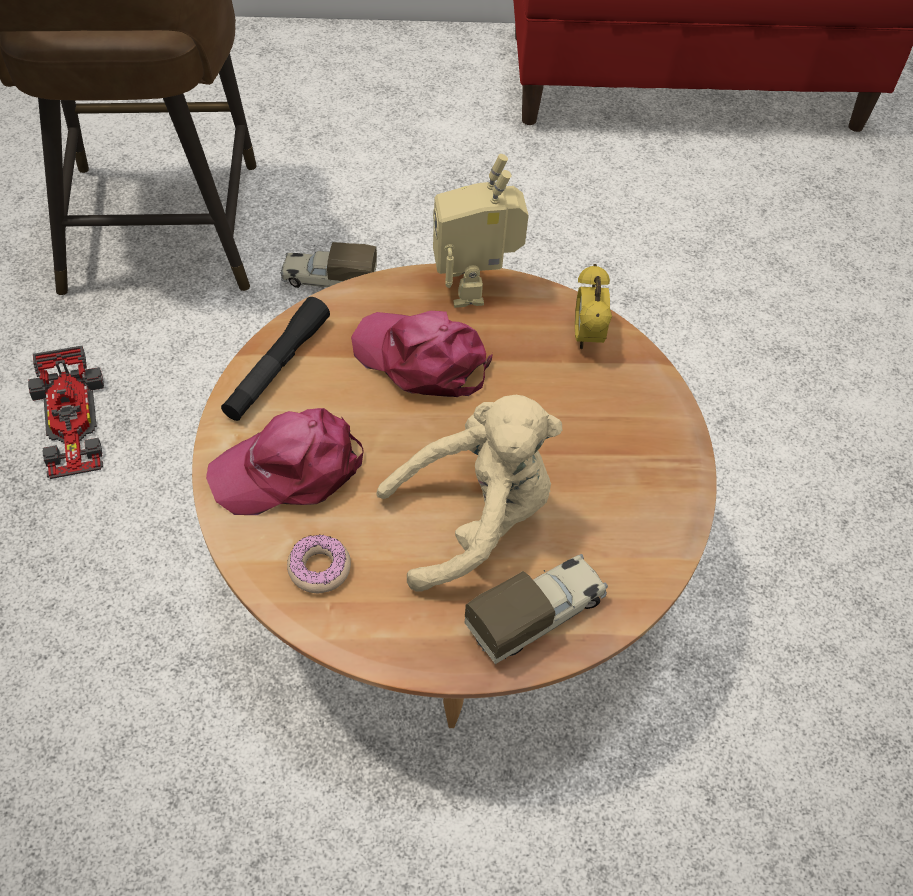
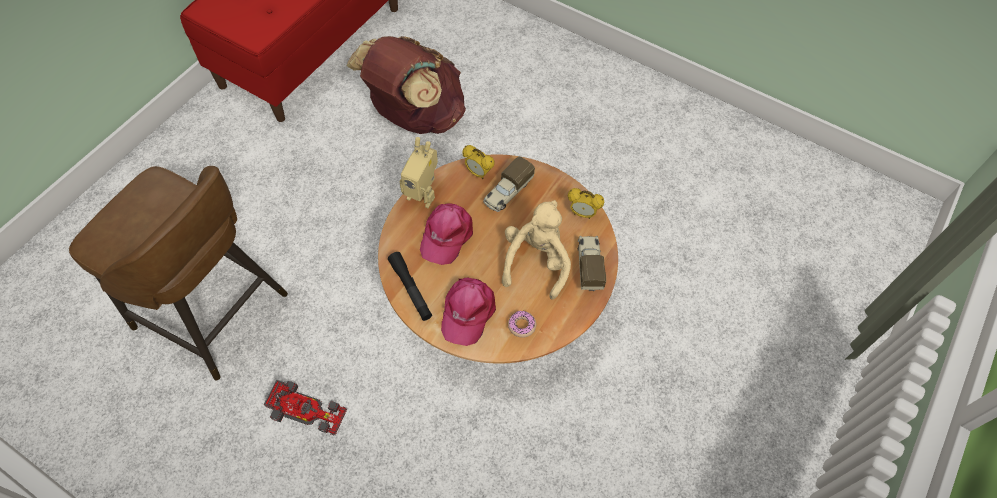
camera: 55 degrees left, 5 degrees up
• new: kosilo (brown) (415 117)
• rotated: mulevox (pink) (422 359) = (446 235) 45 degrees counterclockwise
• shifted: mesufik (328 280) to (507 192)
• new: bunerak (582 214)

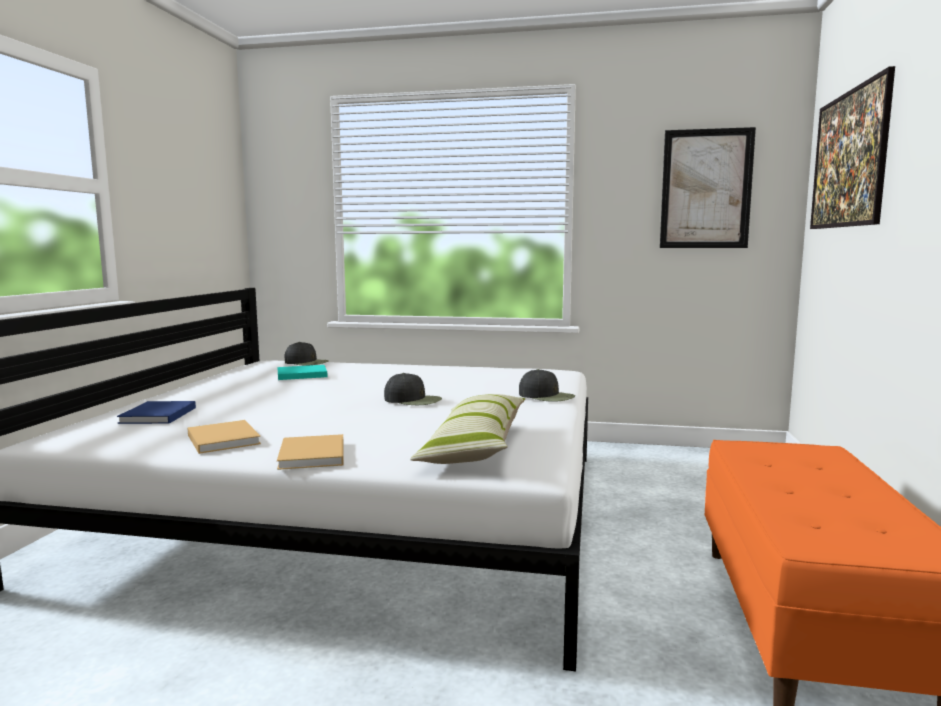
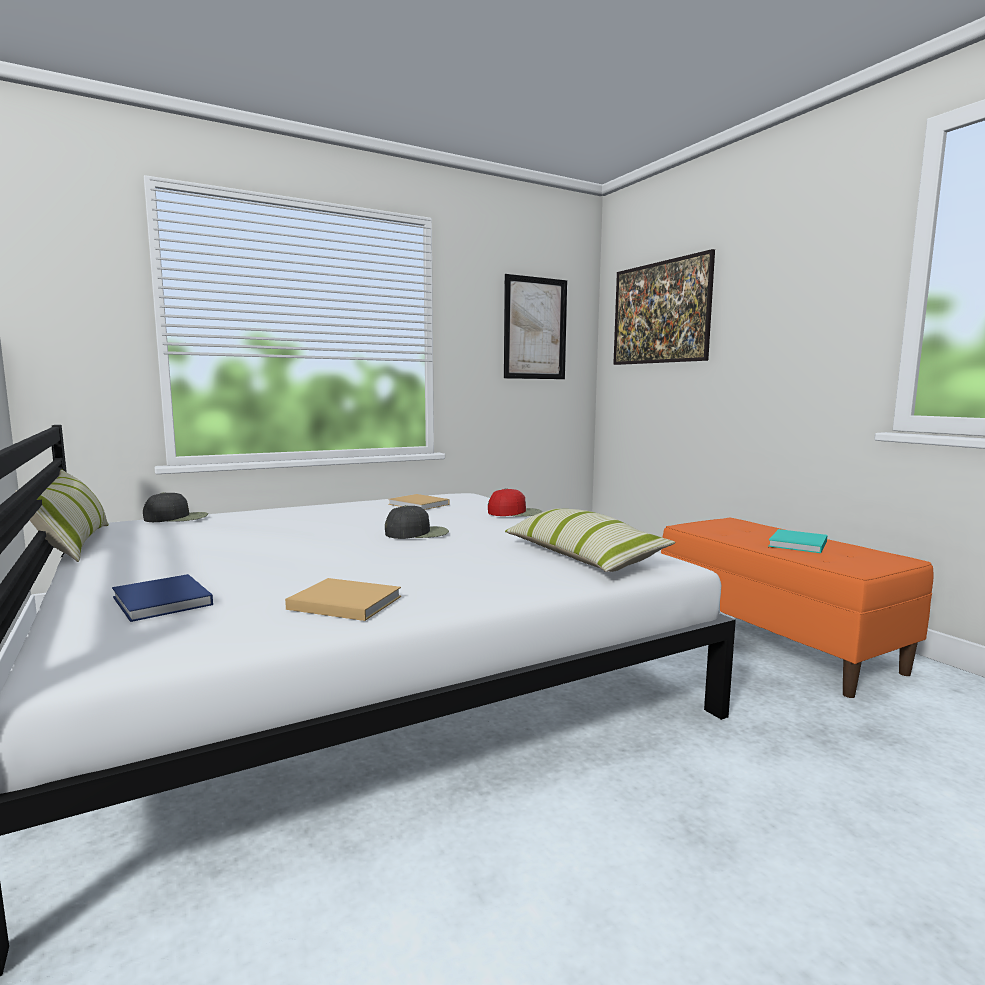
camera: 40 degrees left, 0 degrees up
• new: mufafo (74 543)
• shifted: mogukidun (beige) (312 456) to (420 504)
• repainted: mulevox (black) (547 396) to mulevox (red) (515 513)
• shifted: mogukidun (turquoise) (300 375) to (797 544)

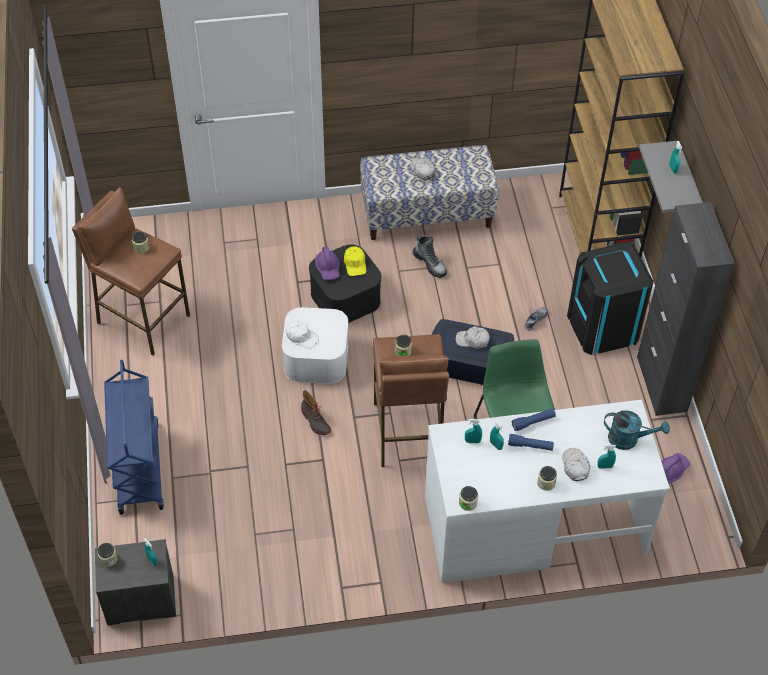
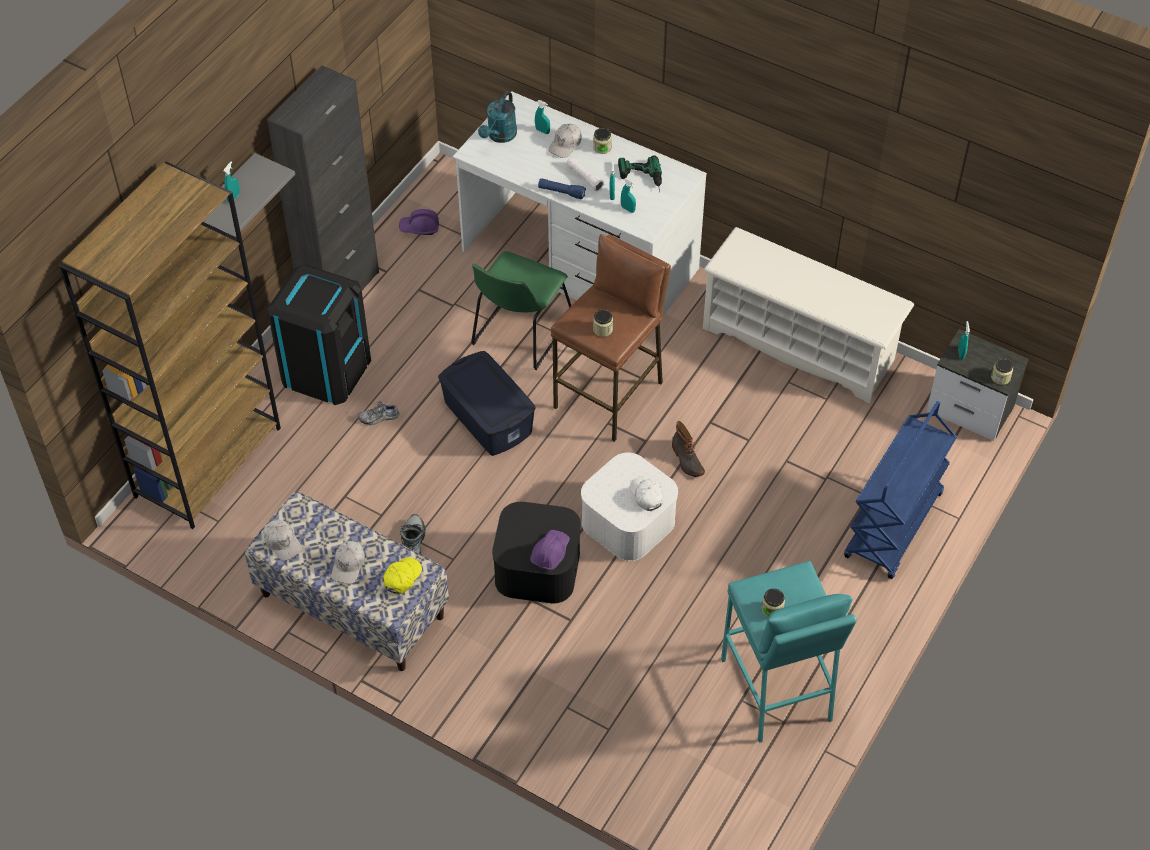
camera: 140 degrees left, 0 degrees up
• shifted: mulevox (white) (472 340) to (282 542)
• shifted: mulevox (yellow) (355 264) to (402 577)
• rotated: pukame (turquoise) (629 439) = (500 136) 120 degrees counterclockwise
• repainted: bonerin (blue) (530 446) to bonerin (white) (584 178)
• new: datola (641 179)
• rotated: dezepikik (315 421) = (686 460) 150 degrees clockwise
• new: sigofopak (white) (800 344)
• repainted: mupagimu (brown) (143 319) to mupagimu (turquoise) (776 690)
• gone: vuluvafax (468 503)

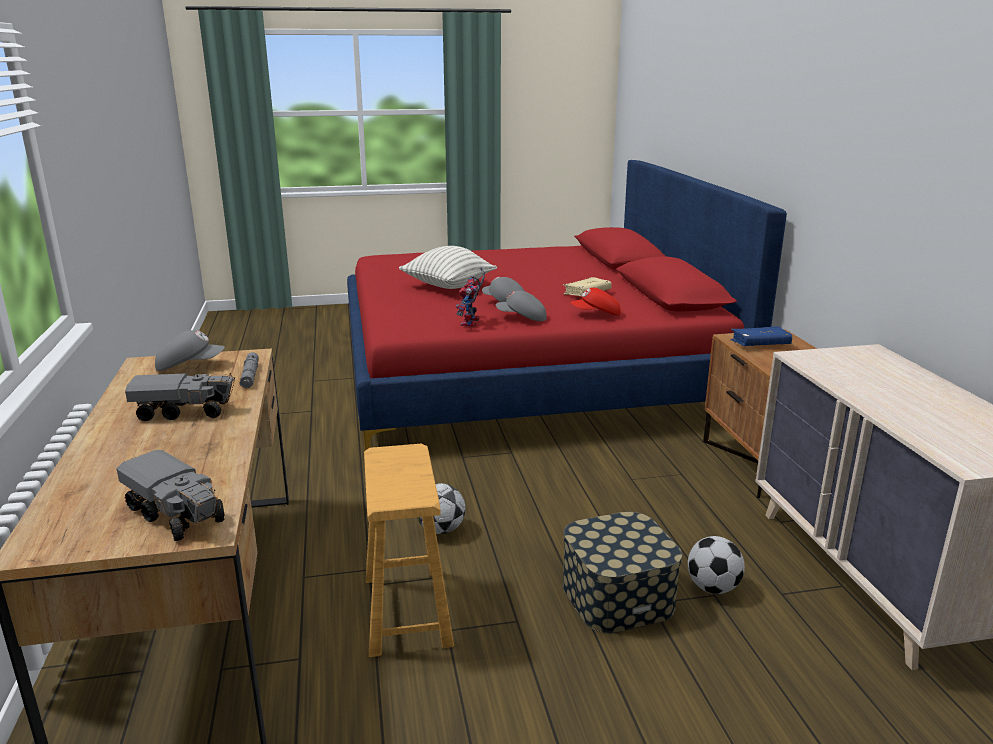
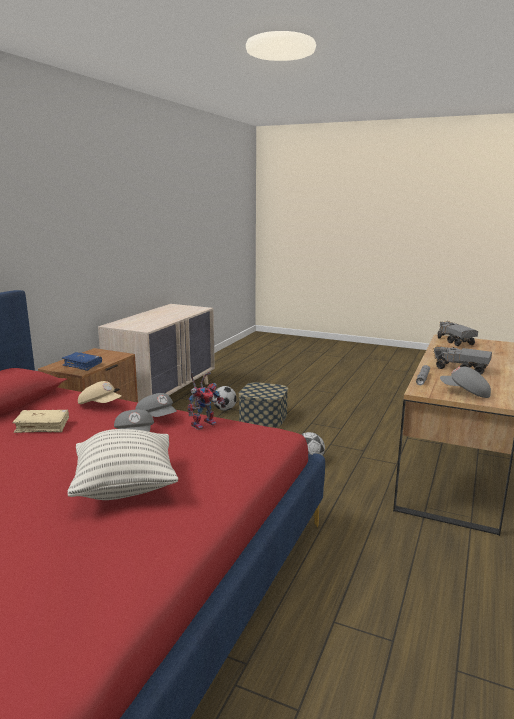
camera: 145 degrees left, 5 degrees down
• repainted: mulevox (red) (596 314) to mulevox (beige) (100 405)
• gone: mupagimu (brown) (407 611)

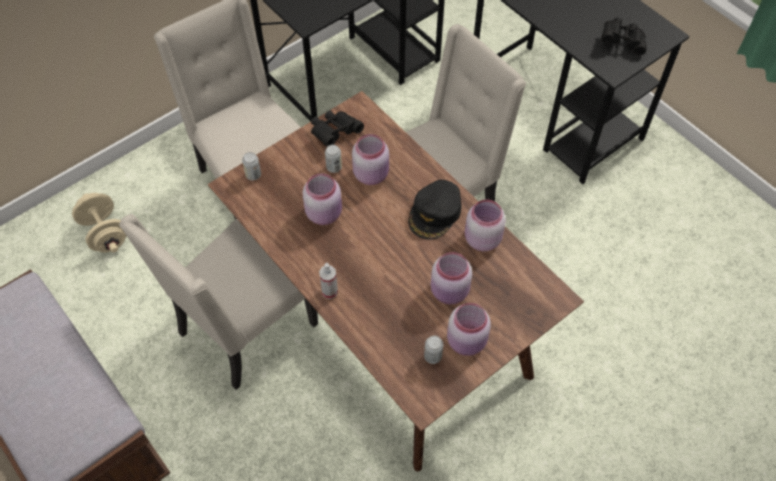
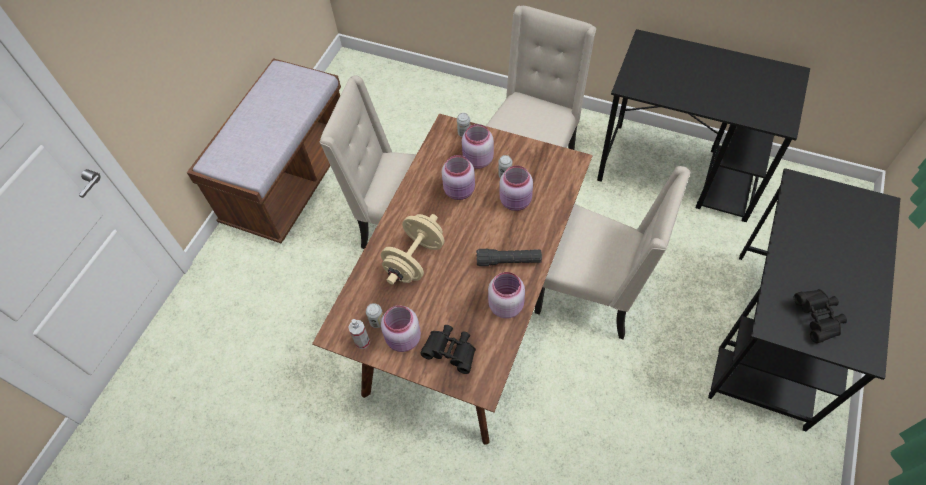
camera: 65 degrees right, 0 degrees up
• shifted: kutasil (329 291) to (362 342)
• shifted: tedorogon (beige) (105 233) to (415 260)
• shifted: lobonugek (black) (335 133) to (451 352)
• shifted: vuluvafax (pink) (450 292) to (477 160)
• swapped: mulevox (black) (435 213) to bonerin (black) (508 261)

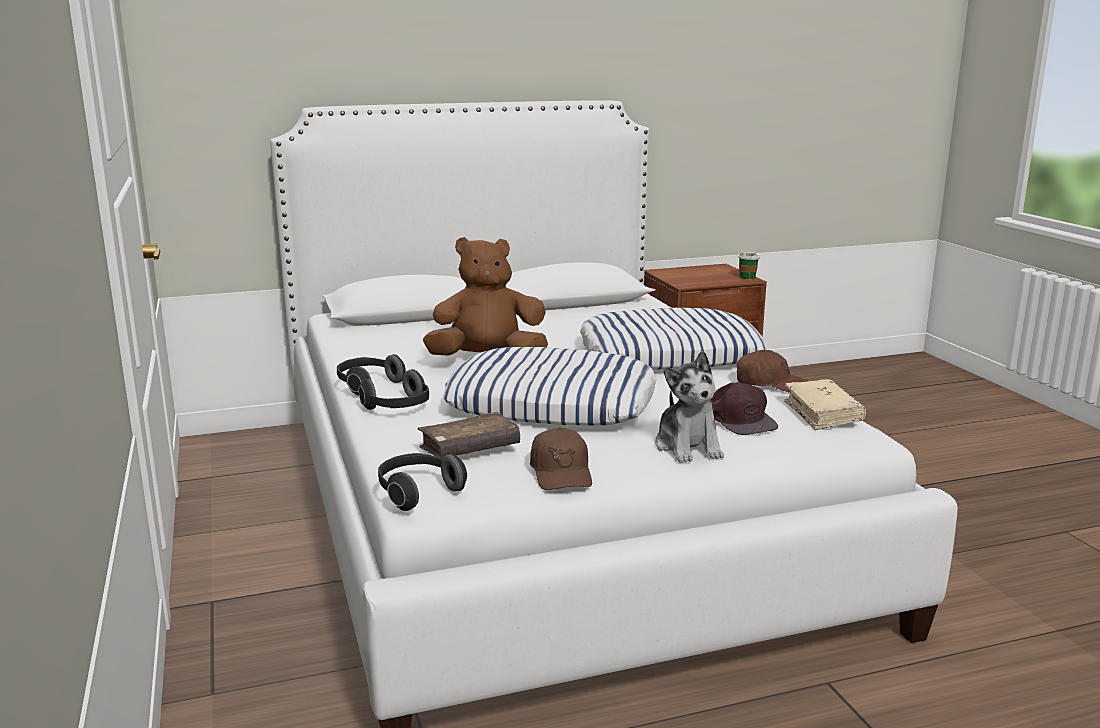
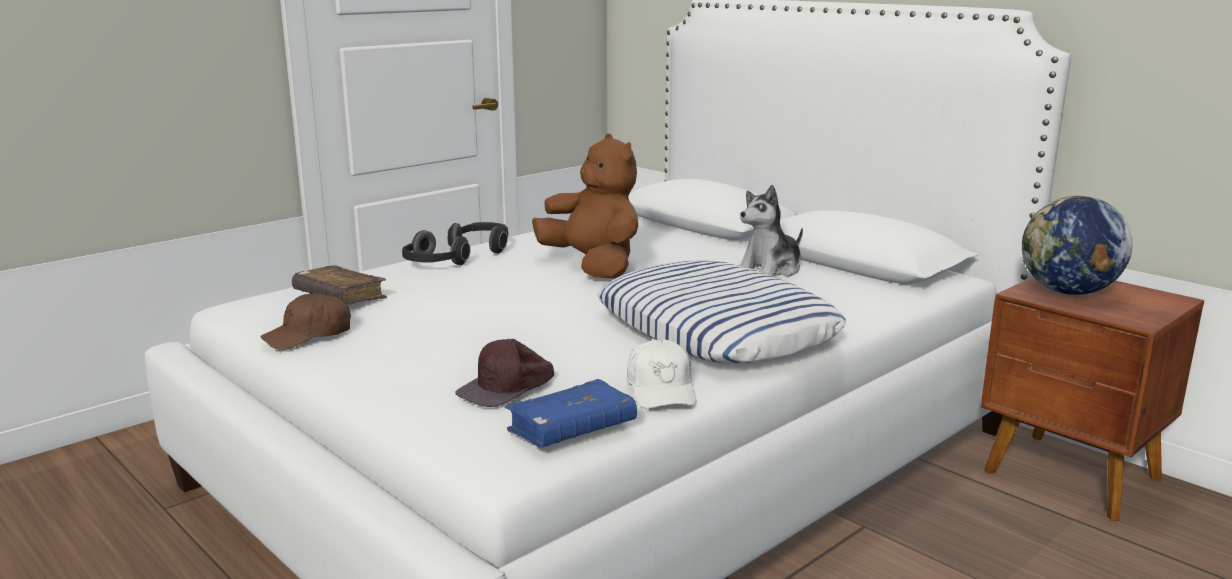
camera: 65 degrees right, 0 degrees up
• repainted: mogukidun (beige) (822 414) to mogukidun (blue) (571 429)
• repainted: mulevox (brown) (769 384) to mulevox (white) (661 389)
• shifted: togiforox (688 447) to (770 270)
• new: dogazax (1068 292)
• gone: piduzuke (417 493)
• gone: mufafo (552 402)
• gone: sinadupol (747 277)

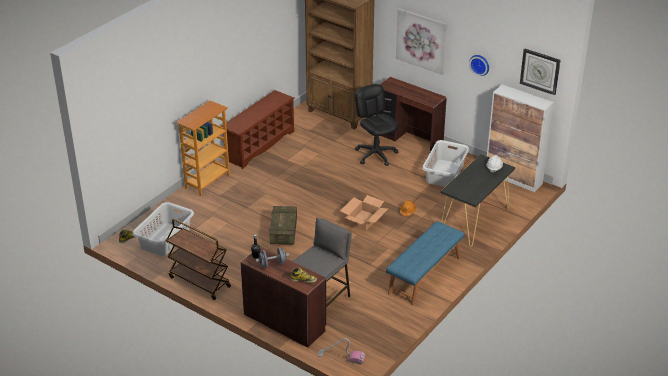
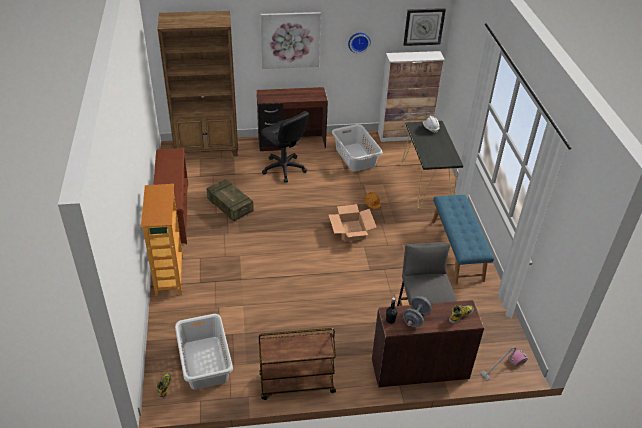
camera: 45 degrees left, 5 degrees up
• shifted: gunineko (283 232) to (230 206)
• rotated: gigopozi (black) (376 154) = (284 168) 150 degrees counterclockwise

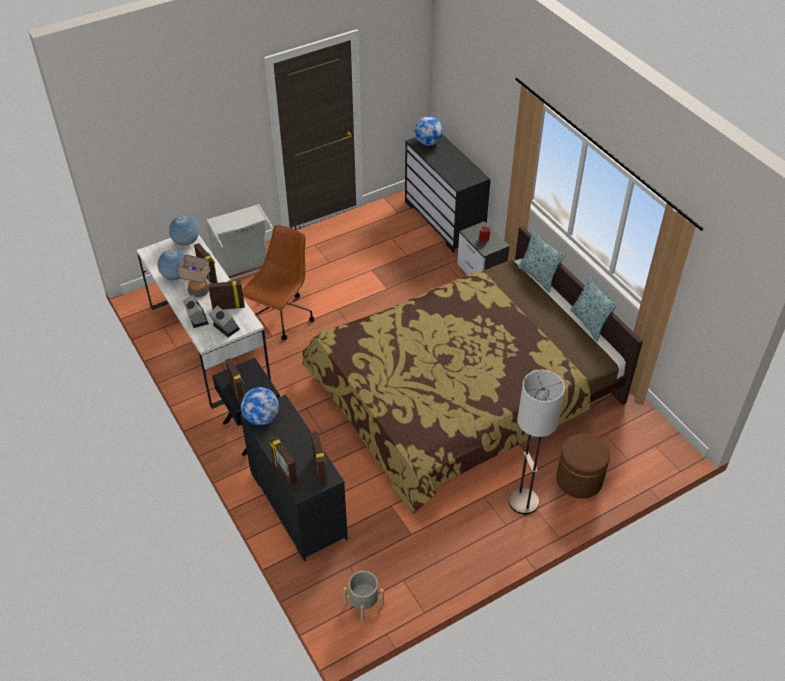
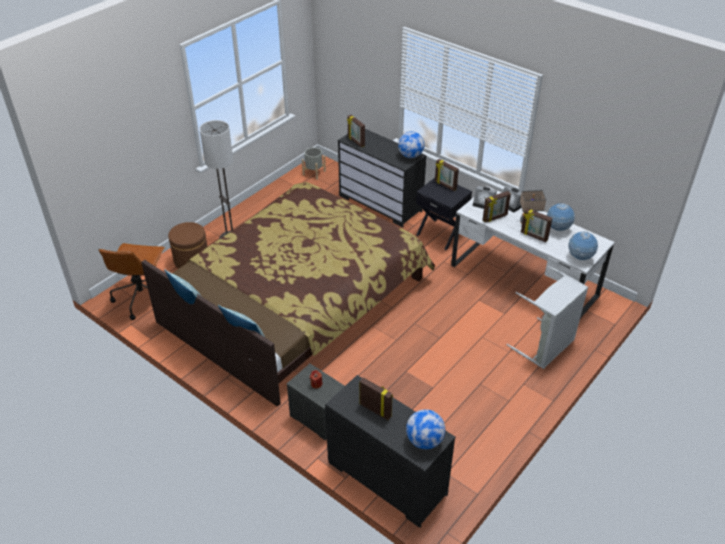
camera: 160 degrees right, 5 degrees down
• shifted: gigopozi (brown) (281 318) to (142 297)
• shifted: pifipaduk (284 472) to (375 410)

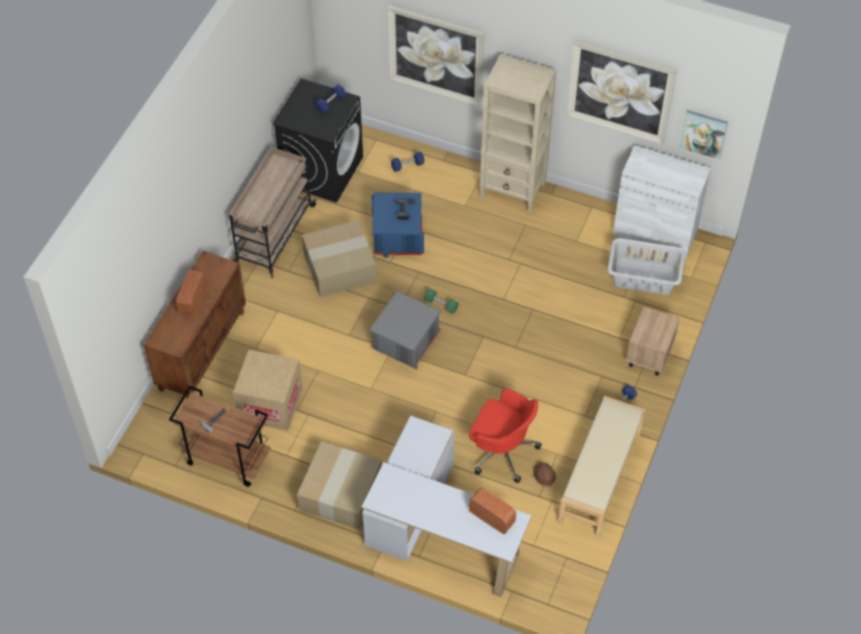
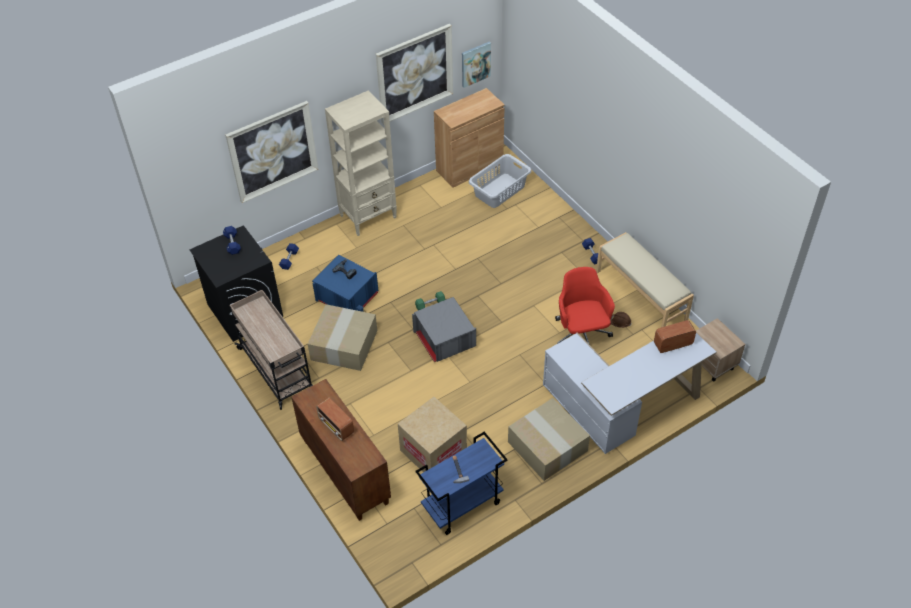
camera: 55 degrees left, 5 degrees down
• repainted: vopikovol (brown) (226 459) to vopikovol (blue) (462 506)
• repainted: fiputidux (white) (655 233) to fiputidux (brown) (469 167)
• rotated: gigopozi (red) (501 450) = (581 335) 75 degrees counterclockwise
• shifted: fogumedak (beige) (648 356) to (712 364)

